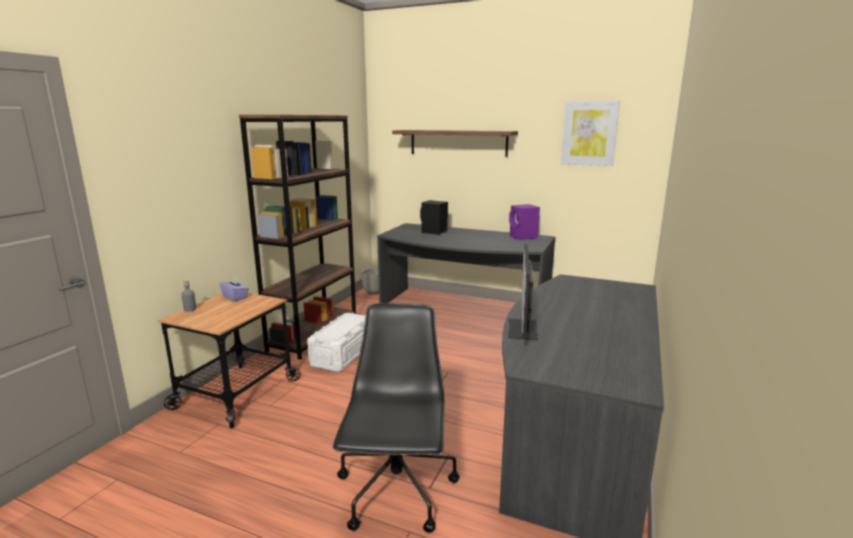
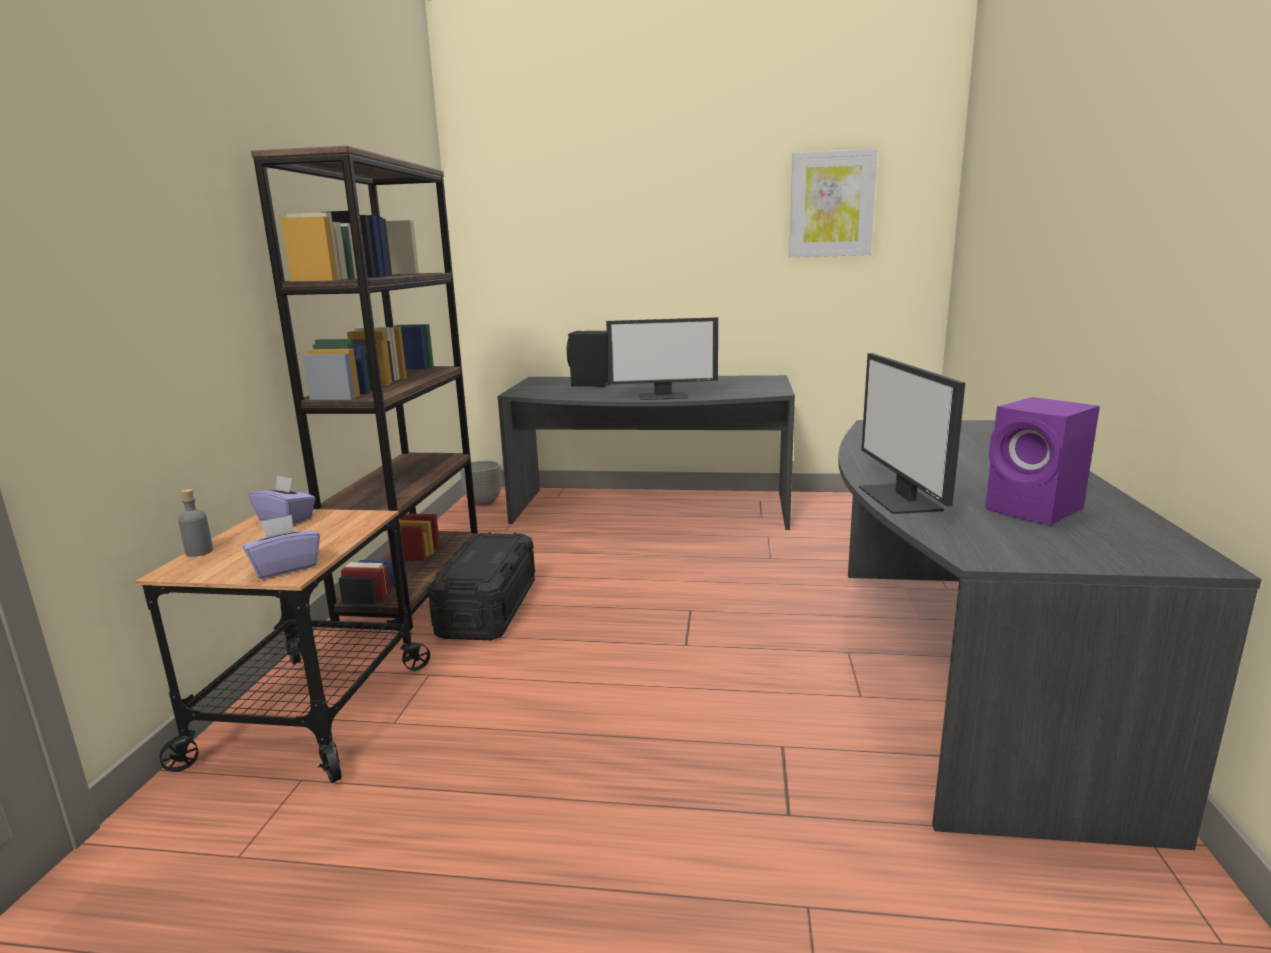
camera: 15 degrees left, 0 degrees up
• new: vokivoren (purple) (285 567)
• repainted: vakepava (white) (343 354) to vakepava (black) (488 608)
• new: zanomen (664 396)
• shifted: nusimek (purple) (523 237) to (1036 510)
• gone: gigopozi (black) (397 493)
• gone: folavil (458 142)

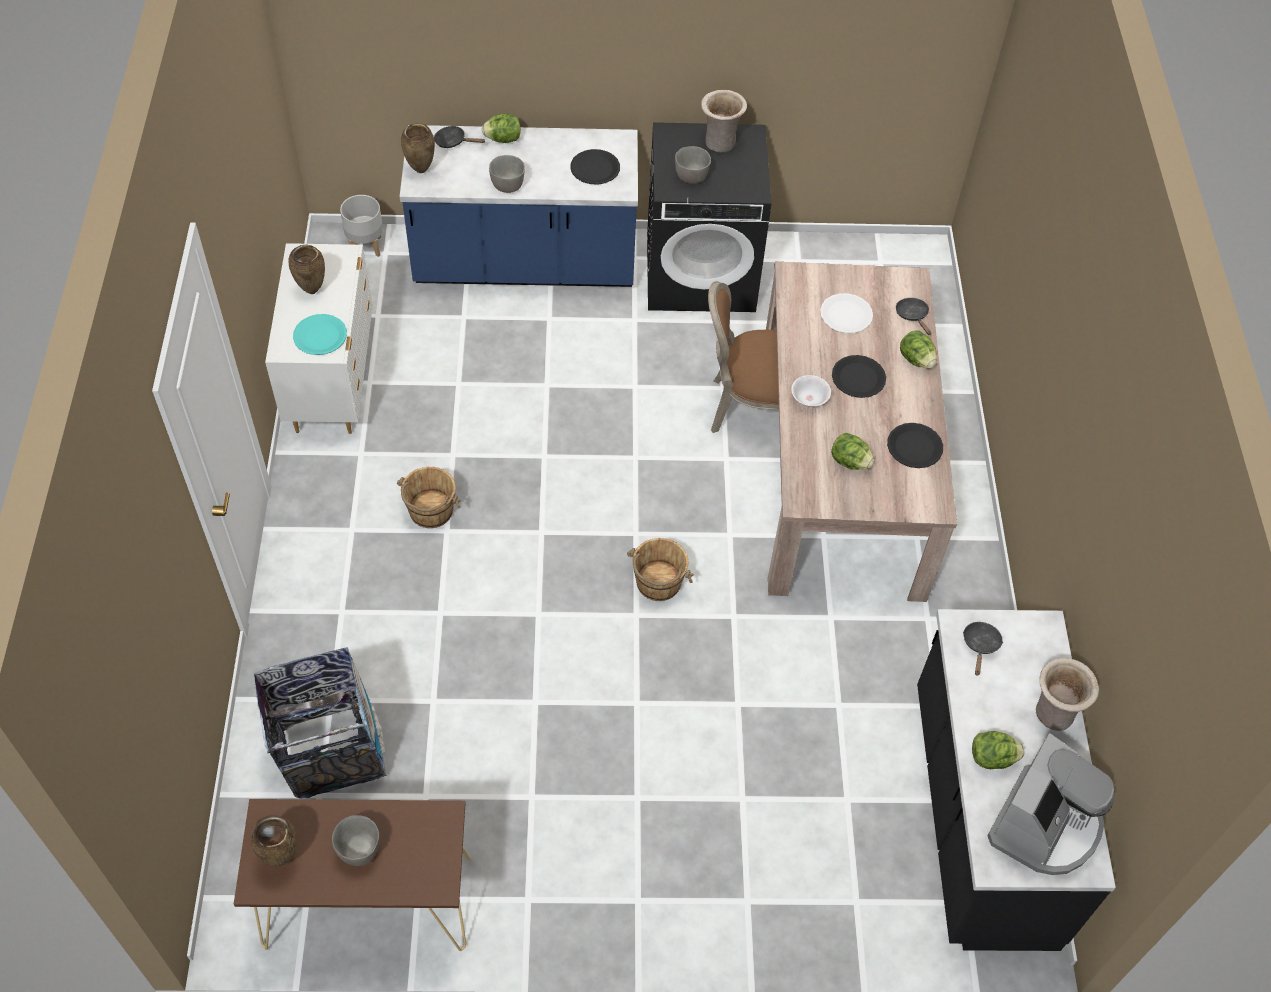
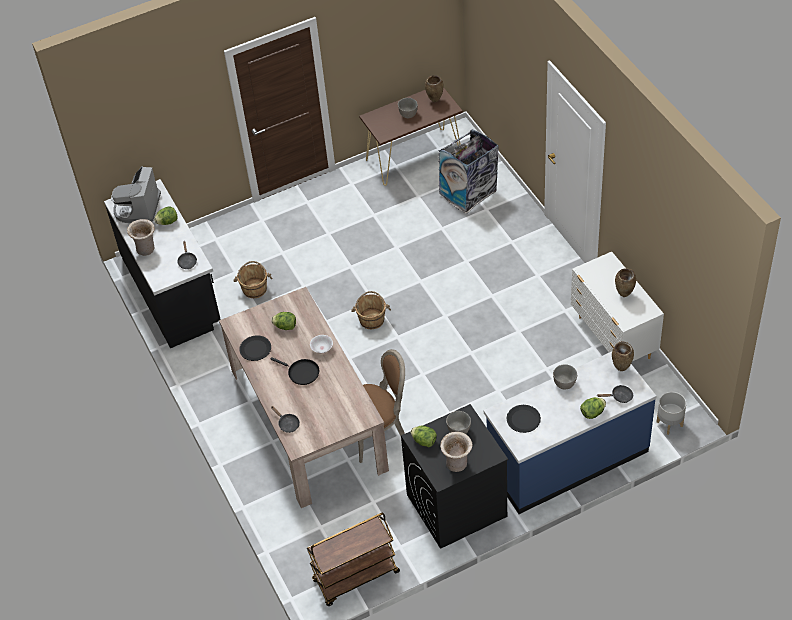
camera: 160 degrees right, 5 degrees down
• shifted: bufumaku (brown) (430 511) to (254 288)
• swapped: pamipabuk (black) (858 377) to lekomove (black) (301 373)
• new: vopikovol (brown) (355 577)
• shifted: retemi (916 359) to (424 441)
• gone: pamipabuk (turquoise) (320 336)
• gone: pamipabuk (white) (846 314)

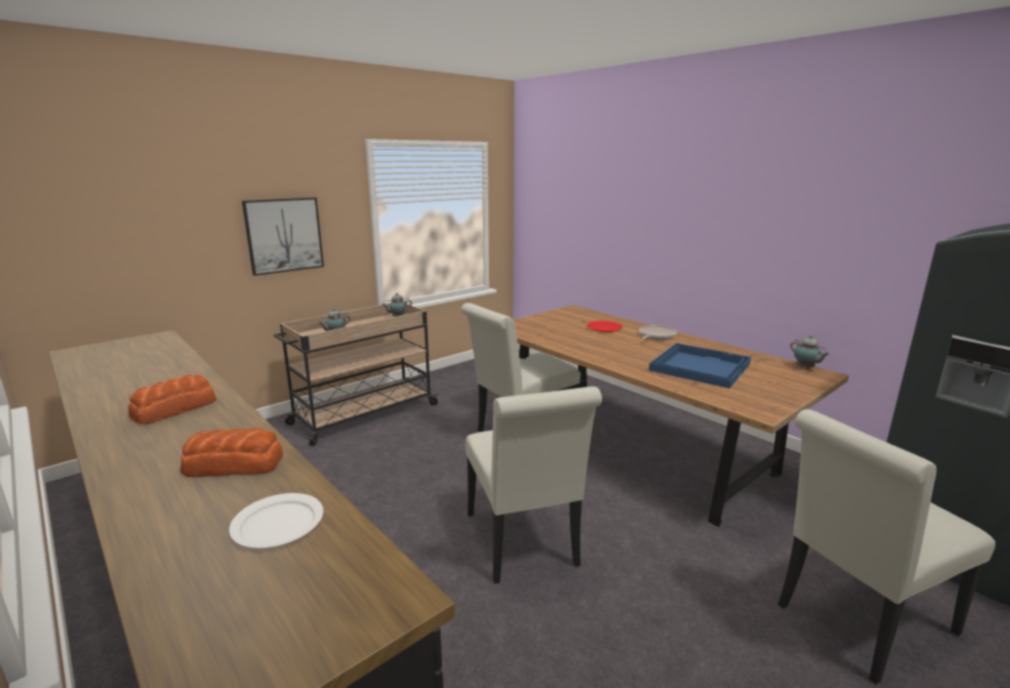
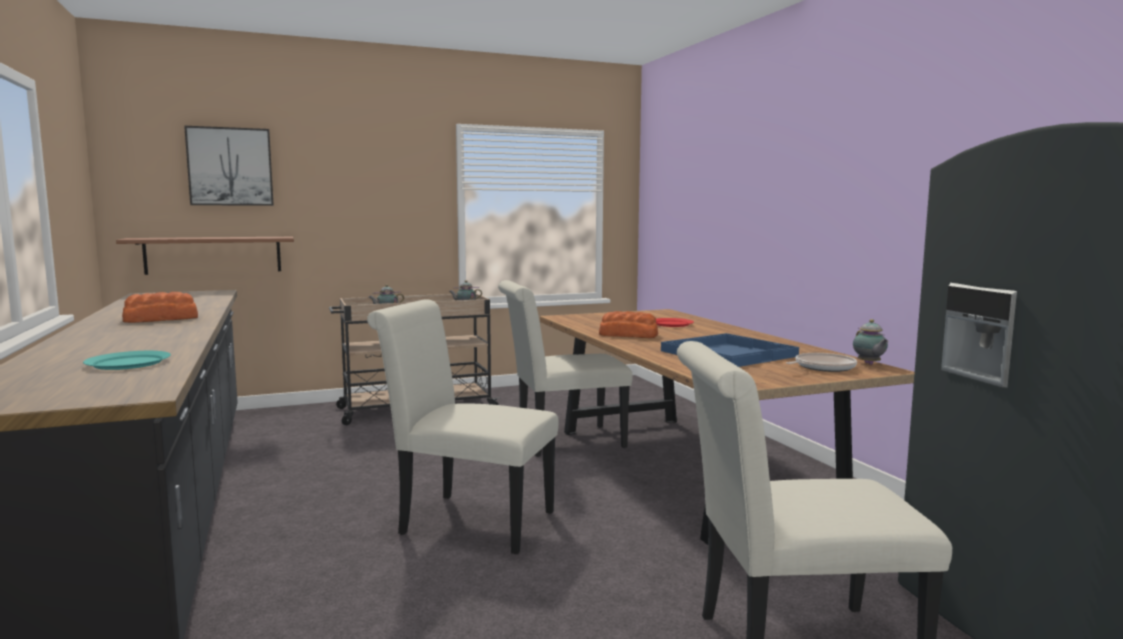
camera: 20 degrees right, 10 degrees down
• repainted: pamipabuk (white) (278 523) to pamipabuk (turquoise) (129 363)
• new: folavil (brown) (213 255)
• shifted: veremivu (284 235) to (230 166)
• rotated: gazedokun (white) (523 544) = (467 521) 105 degrees clockwise
• shifted: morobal (233 464) to (627 335)
• shifted: lekomove (656 336) to (822 367)

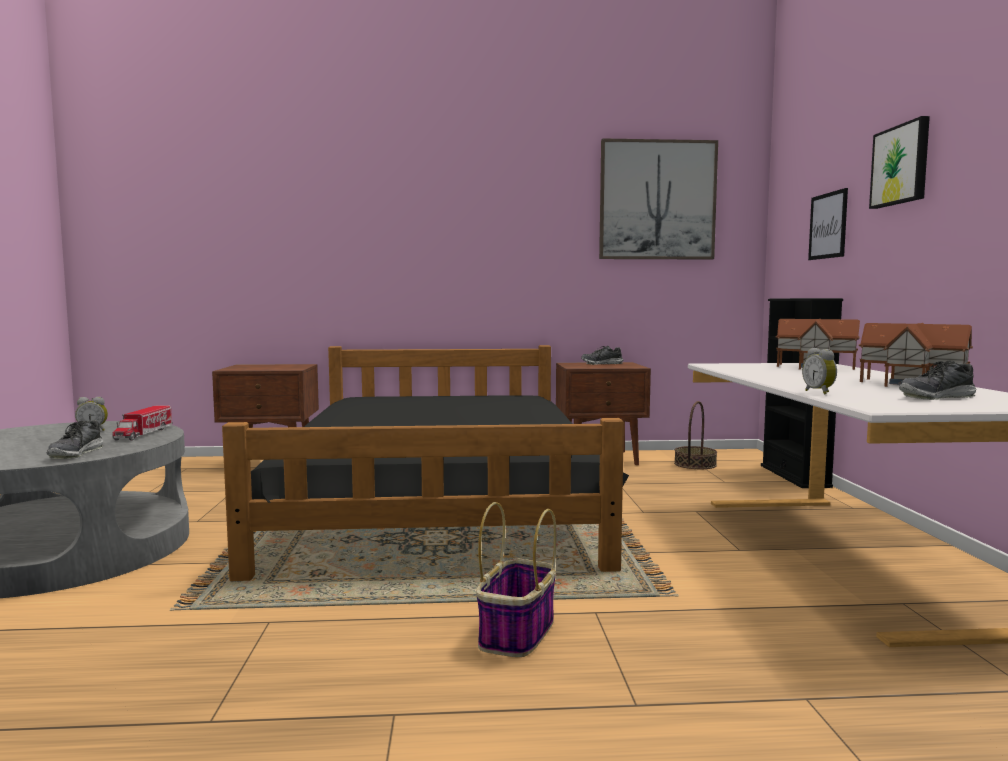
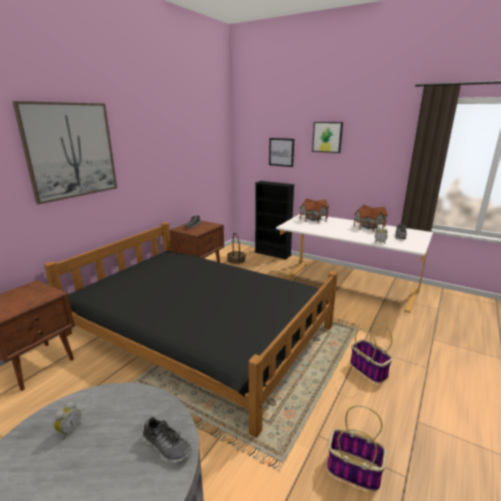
camera: 55 degrees left, 15 degrees up
• shifted: veremivu (657 200) to (71 150)
• new: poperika (352 470)
• gone: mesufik (143 433)

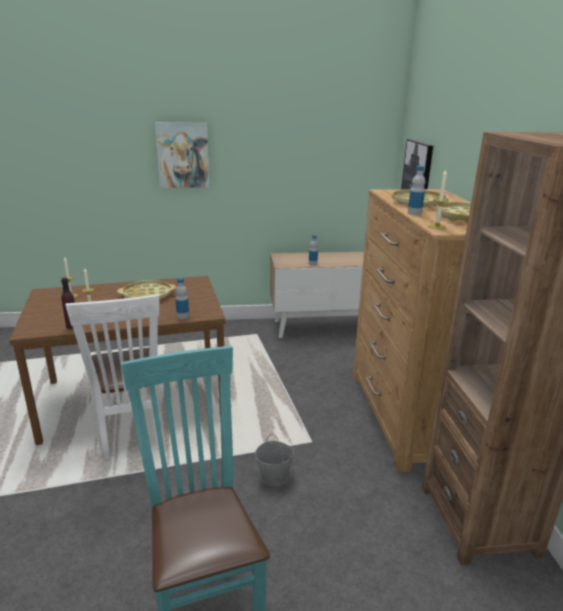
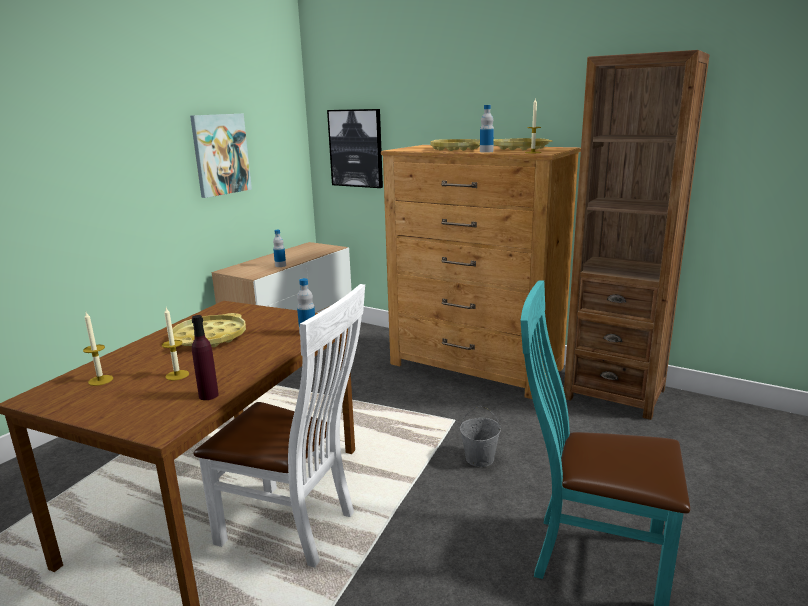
camera: 50 degrees left, 5 degrees down
• shifted: veremivu (183 155) to (221 154)

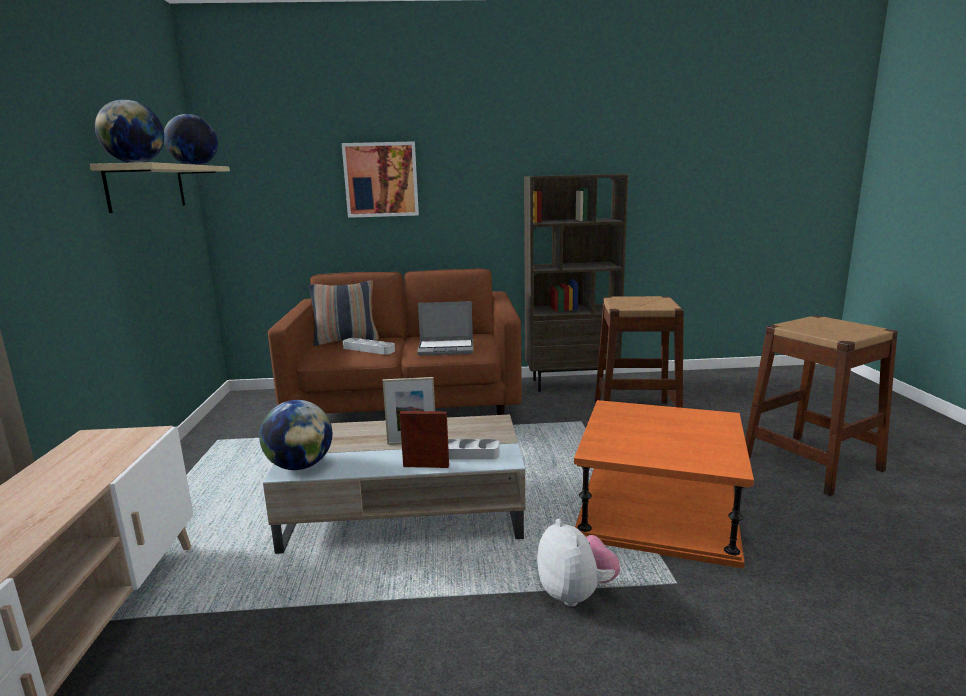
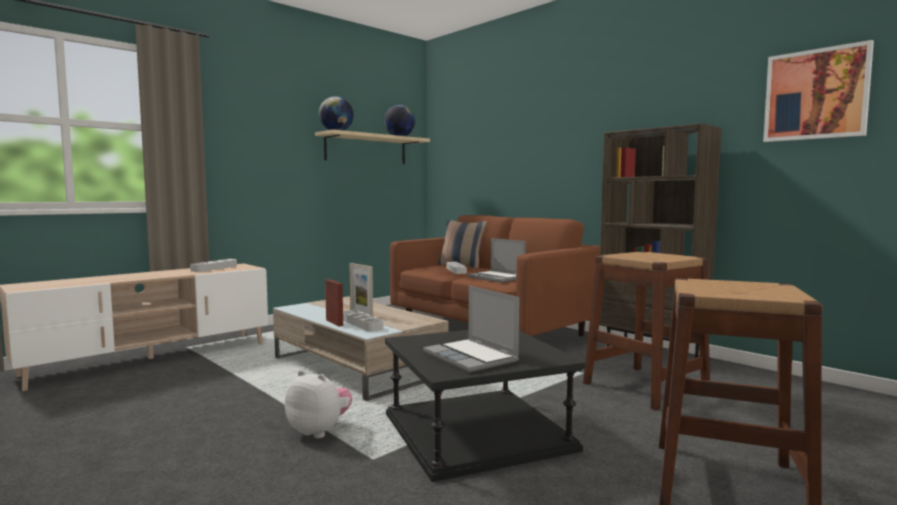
camera: 50 degrees right, 10 degrees down
• new: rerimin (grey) (214 268)
• rotated: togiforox (576 593) = (319 431) 90 degrees counterclockwise
• repainted: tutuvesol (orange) (658 510) to tutuvesol (black) (477 432)
• new: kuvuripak (472 357)
• shifted: veremivu (381 180) to (815 94)
• gone: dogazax (300 466)

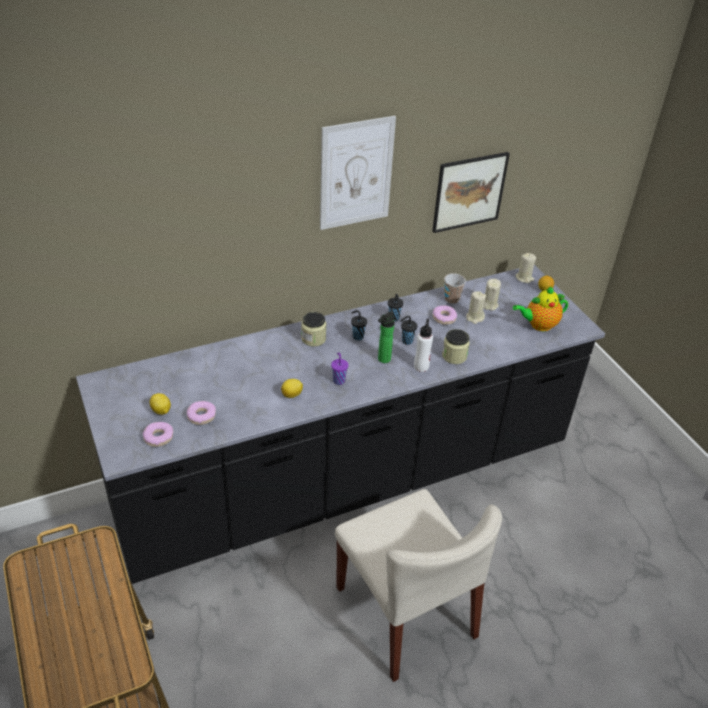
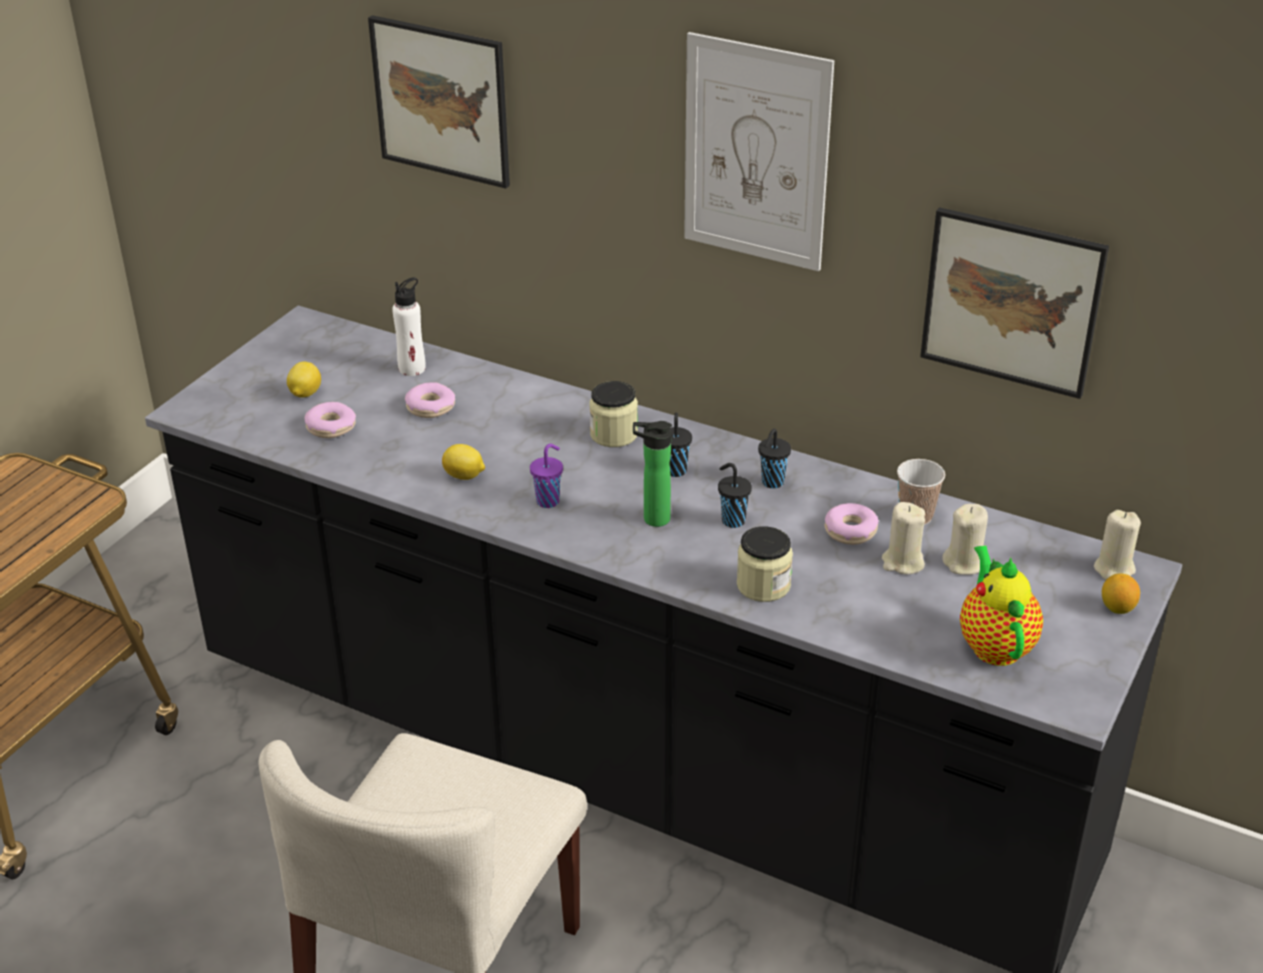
camera: 55 degrees right, 5 degrees down
• new: veremivu (441 101)
• shifted: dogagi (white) (421 366) to (412 368)
• shifted: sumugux (159 437) to (430 407)
• rotated: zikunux (538 325) = (994 644) 45 degrees clockwise

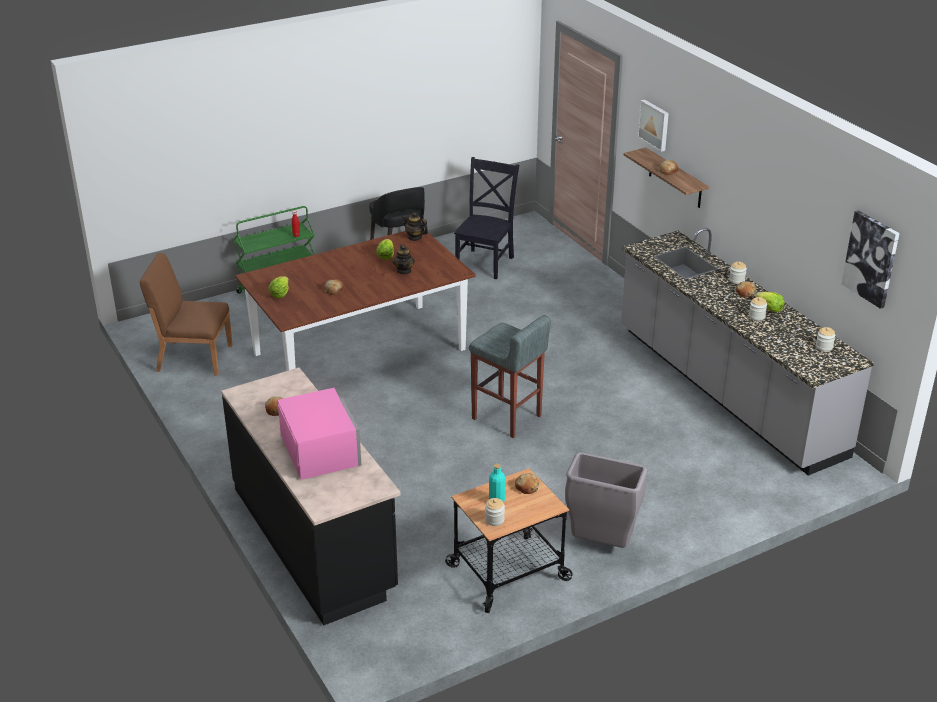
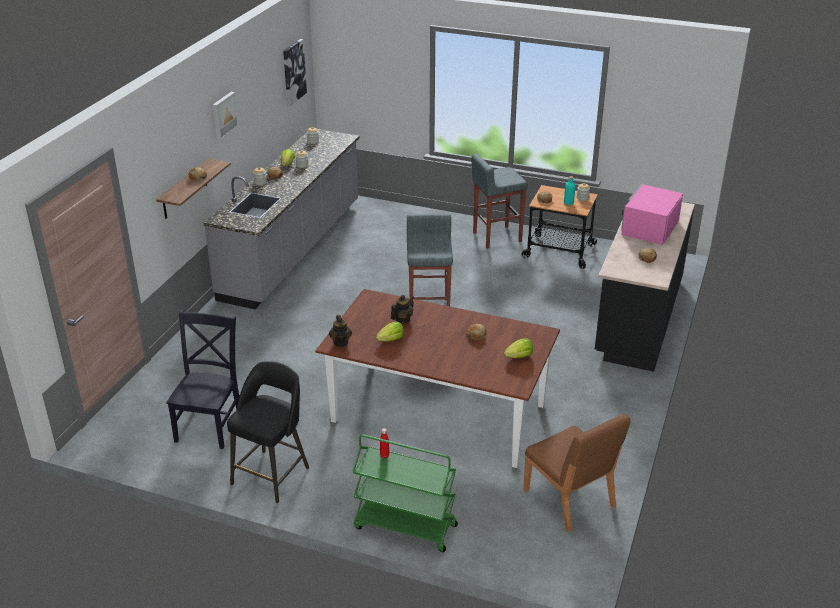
camera: 130 degrees left, 0 degrees up
• rotated: gazedokun (black) (485 262) = (210 425) 120 degrees clockwise
• shifted: veremivu (654 124) to (223 115)
• swapped: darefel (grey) (601 544) to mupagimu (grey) (496 237)

